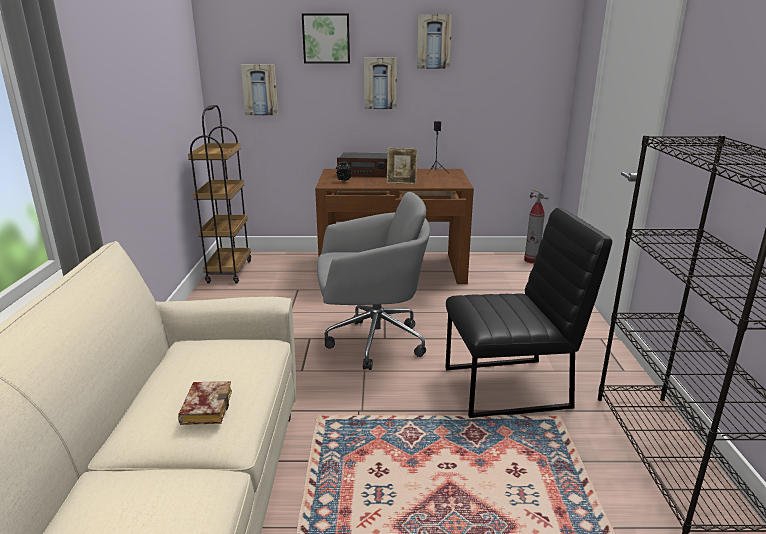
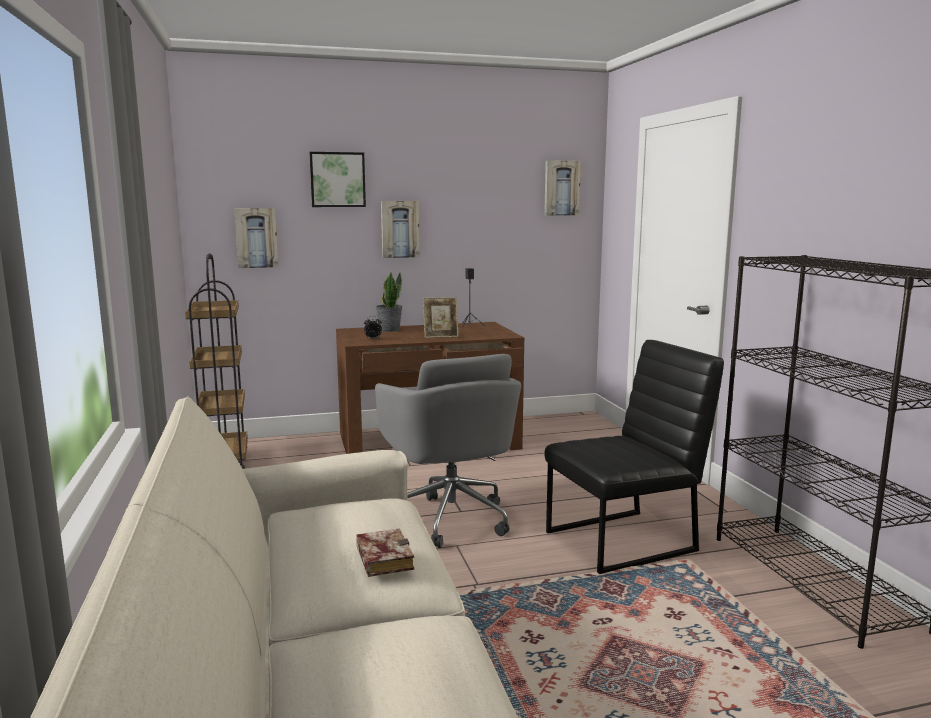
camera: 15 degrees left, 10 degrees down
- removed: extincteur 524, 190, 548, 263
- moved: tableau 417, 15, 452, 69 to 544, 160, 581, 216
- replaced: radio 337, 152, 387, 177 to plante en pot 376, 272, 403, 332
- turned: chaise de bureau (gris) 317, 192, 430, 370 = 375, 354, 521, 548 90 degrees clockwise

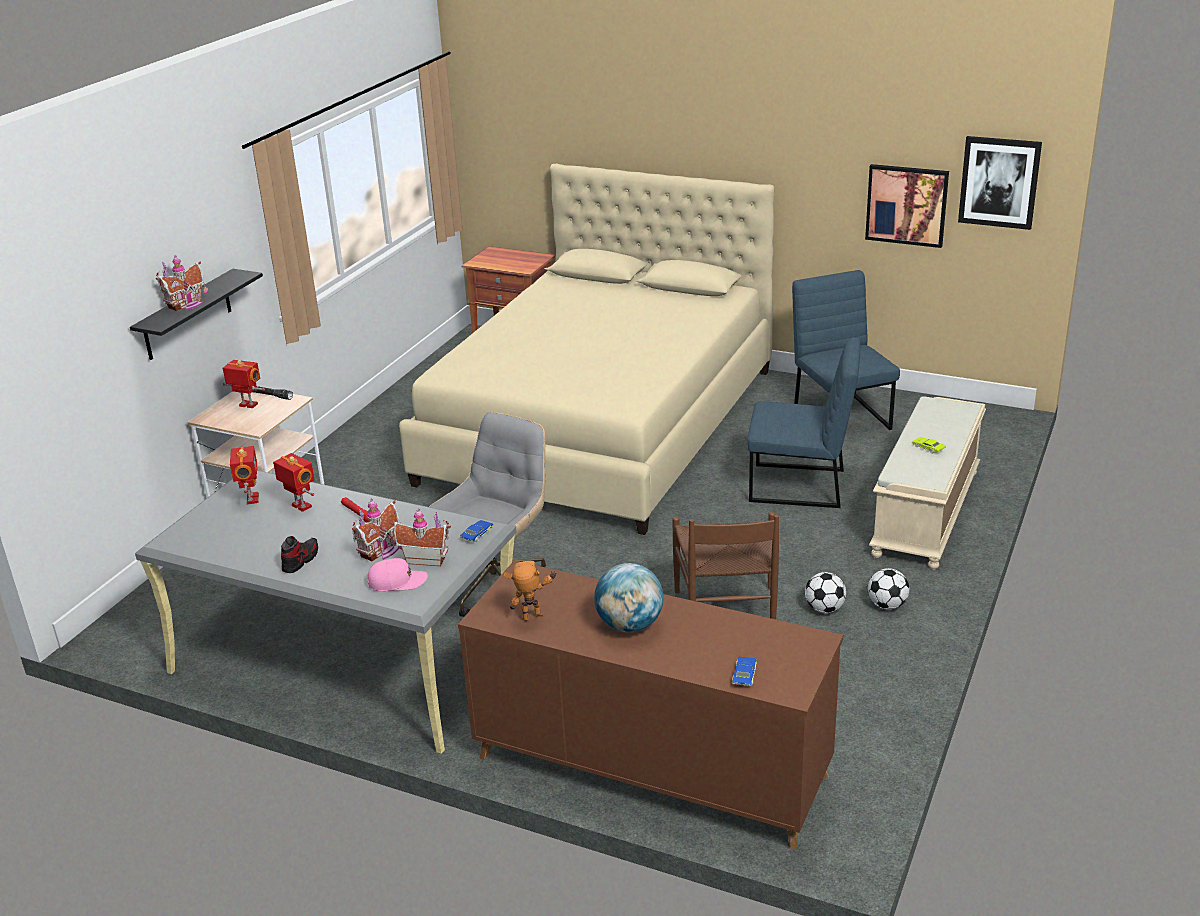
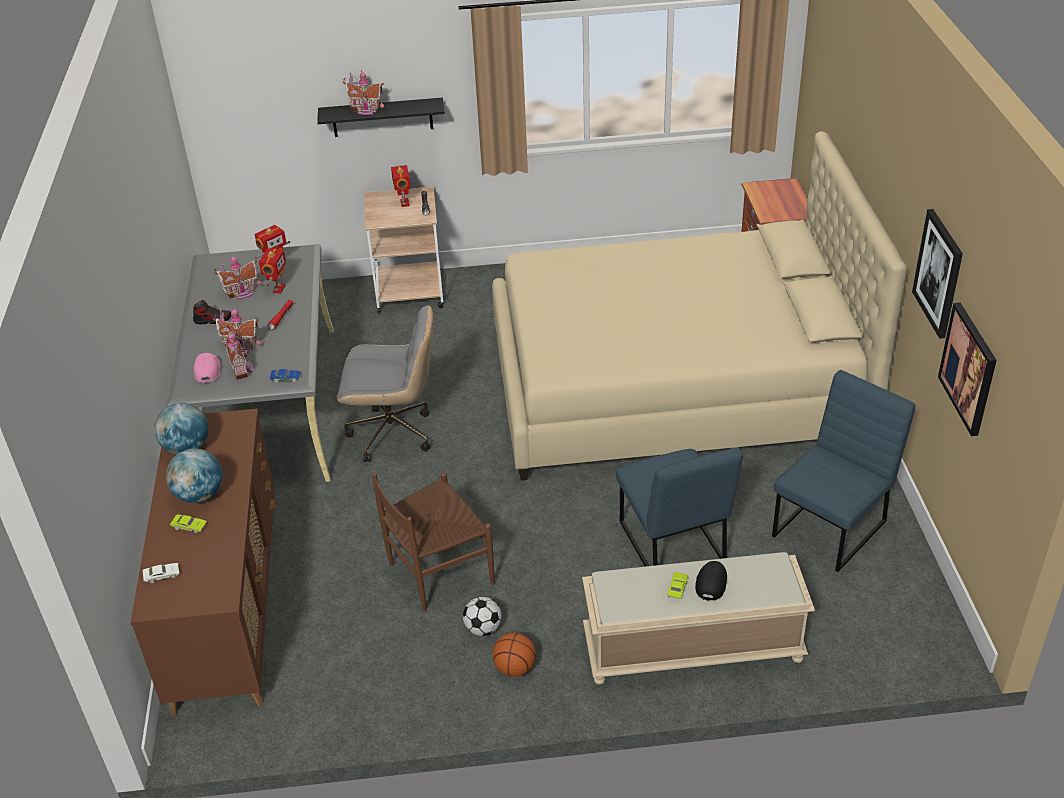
camera: 60 degrees right, 10 degrees up
- added: petite voiture (vert) 170, 514, 207, 533
- added: maison miniature 214, 256, 261, 300
- added: casquette (noir) 695, 561, 727, 601
- moved: tableau 958, 136, 1042, 230 to 912, 209, 963, 339
- replaced: robot jouet 504, 561, 557, 621 to globe 154, 403, 209, 455
- replaced: ballon de foot 868, 568, 909, 609 to ballon de basket 492, 632, 536, 677
- recoloured: petite voiture (bleu) 732, 657, 757, 686 to petite voiture (blanc) 143, 563, 180, 583
- turned: casquette (rose) 368, 558, 428, 591 = 193, 353, 221, 383 150 degrees counterclockwise

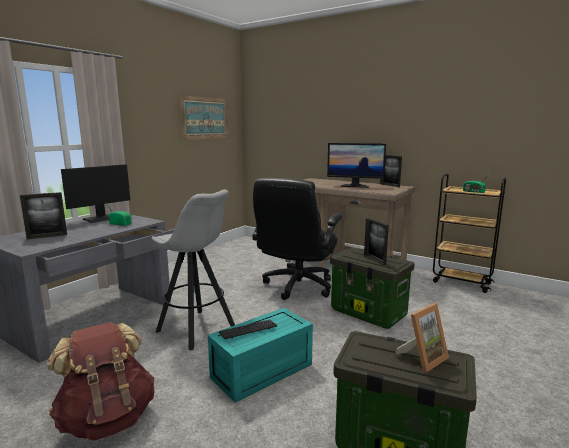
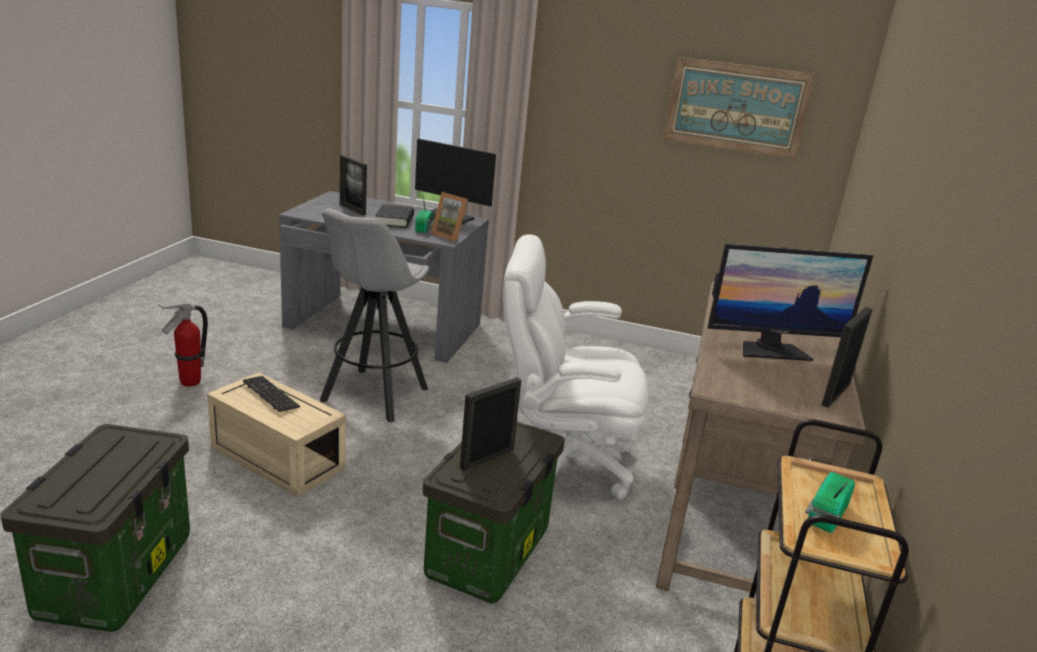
camera: 70 degrees right, 10 degrees up
- added: livre (noir) 375, 204, 414, 228
- moved: cadre photo 395, 303, 449, 372 to 431, 192, 468, 242
- replaced: sac à dos (marron) 47, 322, 155, 441 to extincteur 158, 301, 208, 387
- recoloured: boîte de rangement (turquoise) 208, 308, 313, 403 to boîte de rangement (beige) 207, 372, 346, 497
- recoloured: chaise de bureau (noir) 252, 178, 342, 300 to chaise de bureau (blanc) 503, 235, 649, 500
- turned: écran d'ordinateur 327, 143, 386, 188 = 708, 244, 873, 361 90 degrees counterclockwise

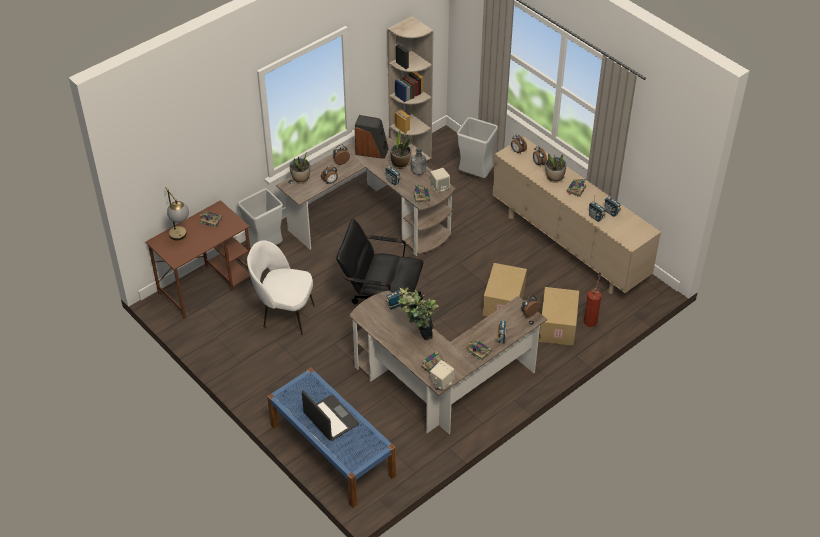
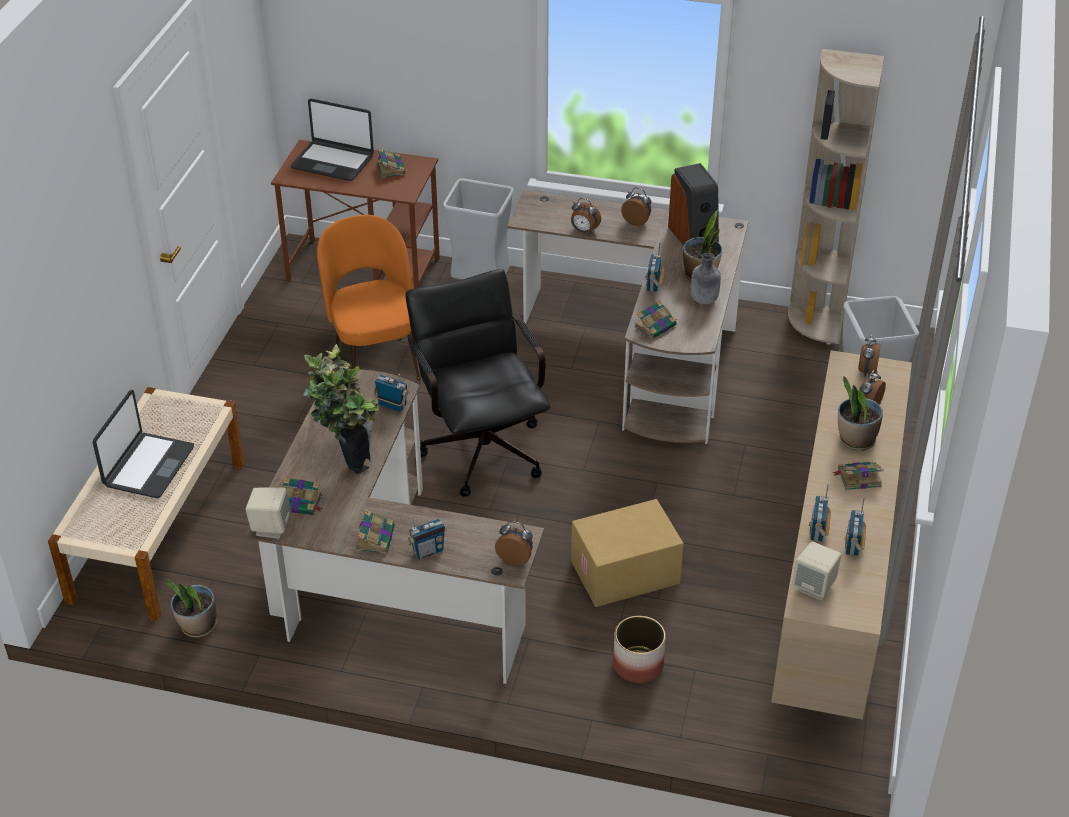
camera: 55 degrees right, 5 degrees down
- removed: extincteur 584, 272, 602, 327
- moved: plante en pot 289, 152, 310, 184 to 165, 579, 217, 638
- moved: enceinte (beige) 430, 168, 450, 193 to 792, 541, 842, 601
- replaced: lampe de table 165, 187, 189, 240 to ordinateur portable 291, 98, 374, 181
- replaced: carton 539, 287, 579, 346 to cache-pot 613, 616, 666, 683
- recoloured: chaise (blanc) 247, 240, 315, 335 to chaise (orange) 317, 215, 421, 380
- recoloured: banc (bleu) 267, 368, 396, 508 to banc (beige) 48, 387, 245, 621

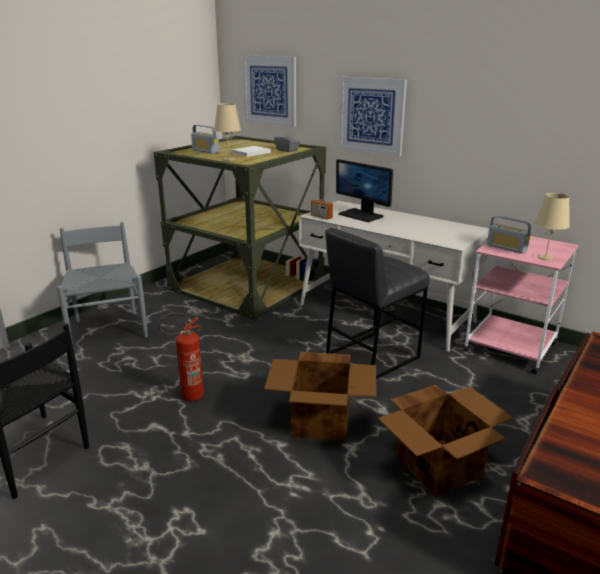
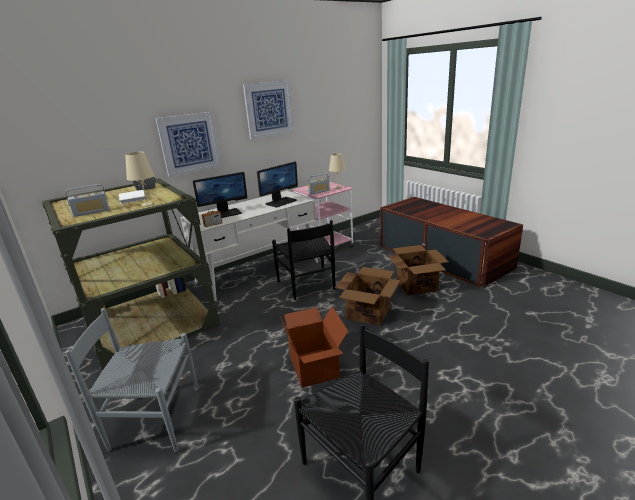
camera: 70 degrees left, 0 degrees up
- added: écran d'ordinateur 257, 162, 298, 207
- moved: tableau 242, 55, 296, 127 to 243, 80, 294, 139
- replaced: extincteur 158, 312, 204, 401 to carton 280, 307, 348, 388
- replaced: tabouret (gris) 325, 228, 430, 379 to chaise (noir) 272, 220, 335, 300

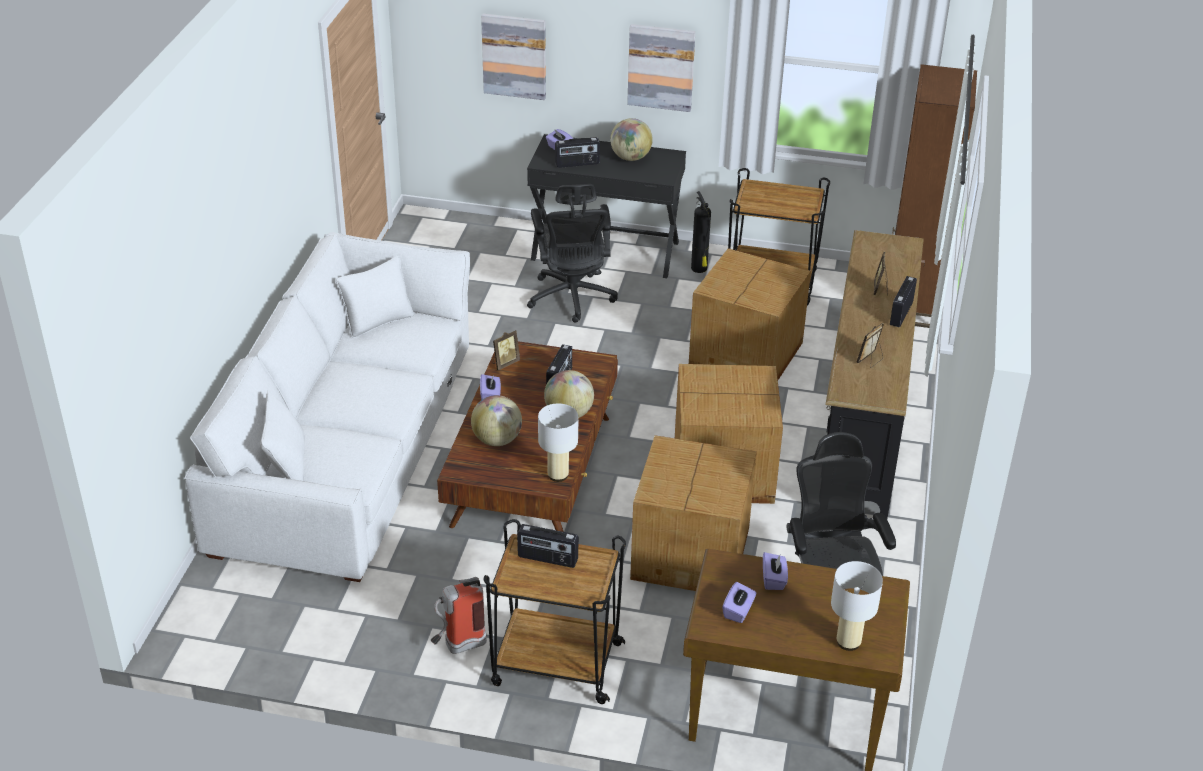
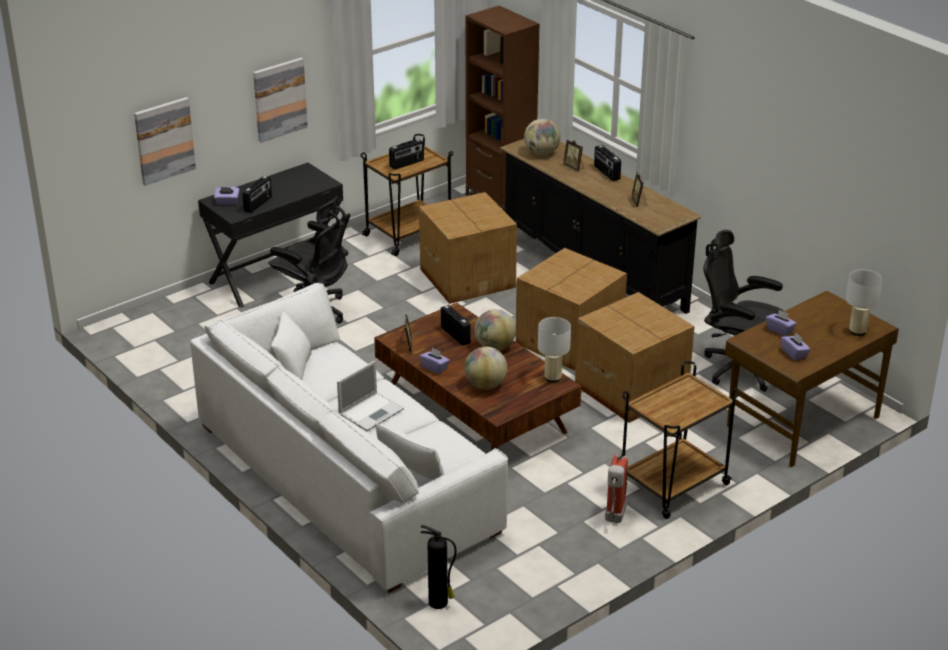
camera: 50 degrees left, 5 degrees down
- added: ordinateur portable 337, 361, 404, 431
- moved: radio 517, 524, 578, 568 to 389, 139, 424, 170
- moved: globe 610, 118, 653, 161 to 524, 119, 561, 155
- moved: extincteur 691, 191, 711, 273 to 420, 525, 456, 609

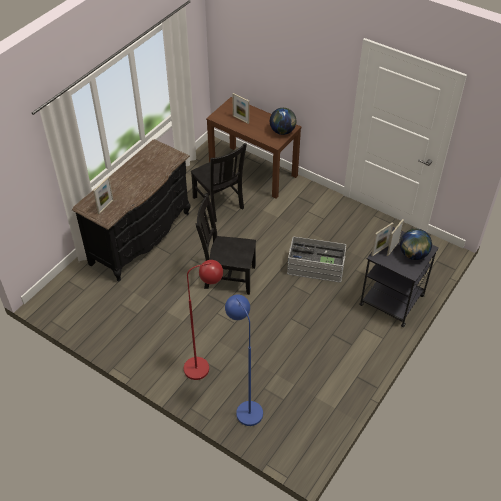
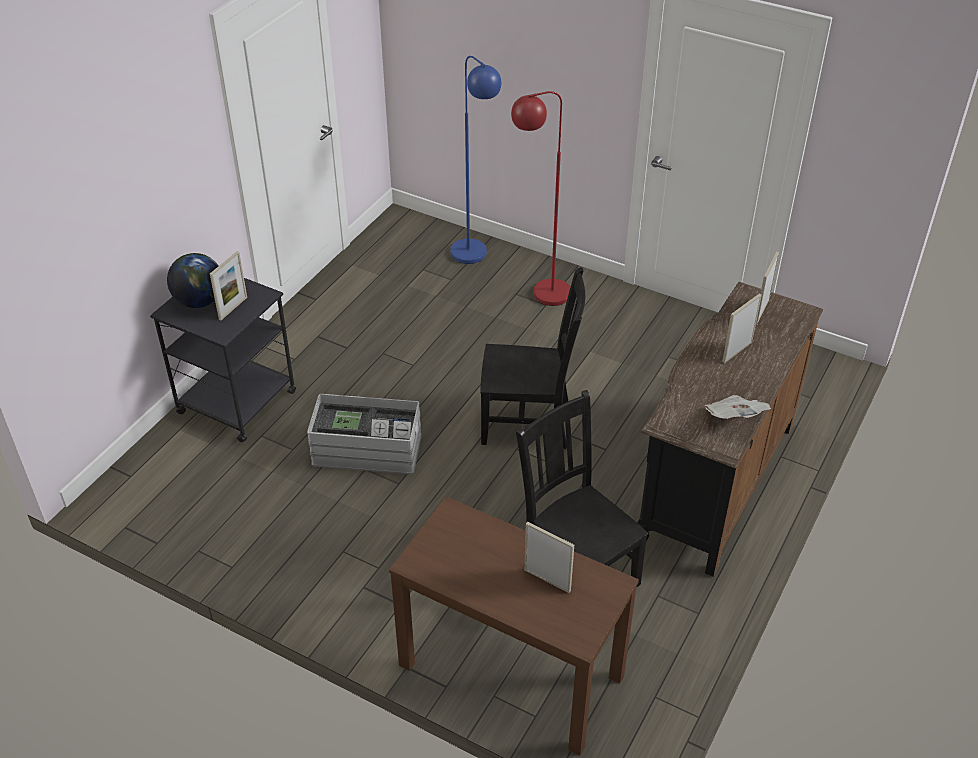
camera: 175 degrees right, 5 degrees down
- removed: globe 270, 108, 296, 135
- added: journal 704, 395, 771, 419
- moved: cadre photo 371, 222, 393, 257 to 722, 294, 762, 363

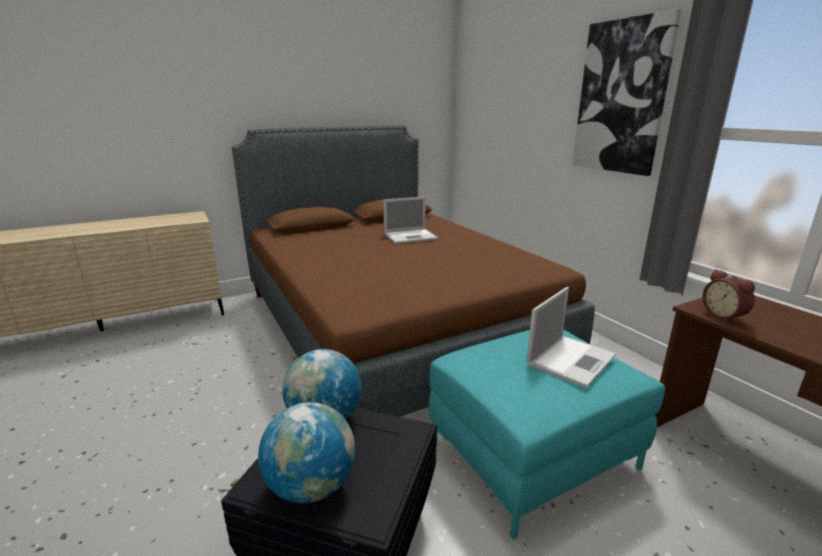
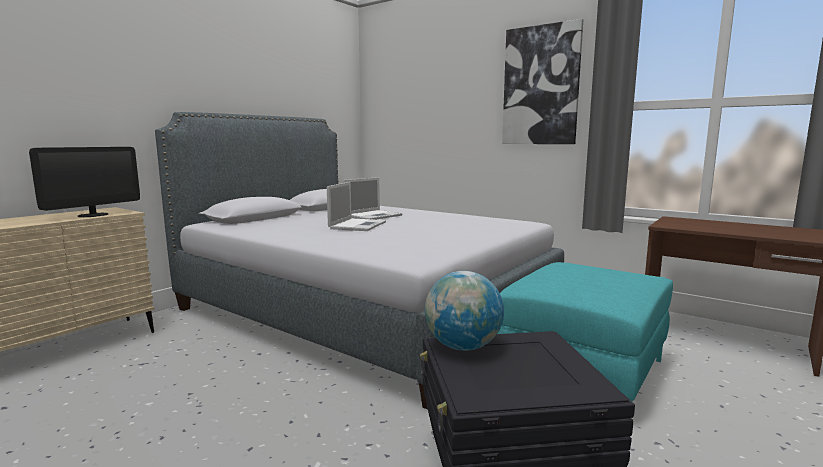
camera: 25 degrees left, 10 degrees down
- removed: globe 258, 402, 355, 503
- removed: réveil 702, 269, 755, 323
- added: écran d'ordinateur 29, 147, 140, 217
- moved: ordinateur portable 527, 287, 616, 388 to 327, 182, 386, 231
- recoloured: lit (marron) 232, 125, 595, 417 to lit (gris) 155, 112, 564, 409

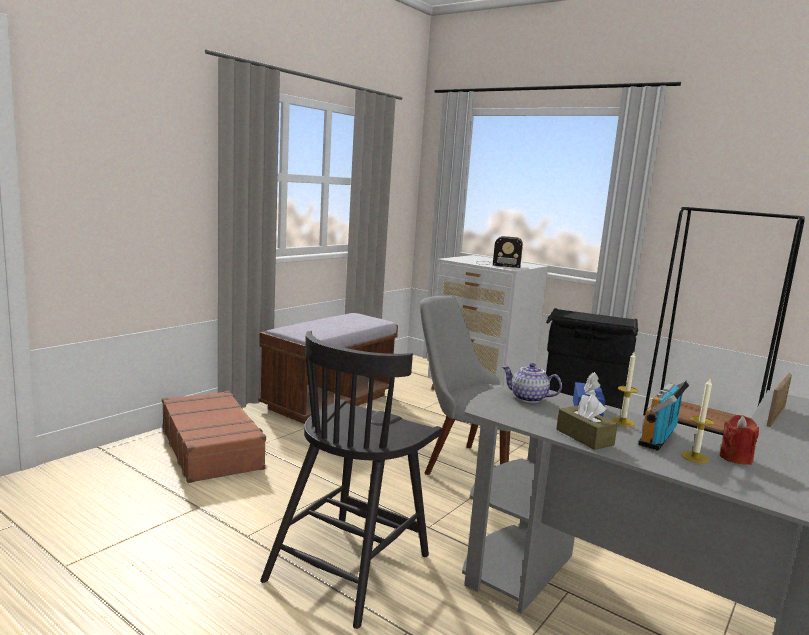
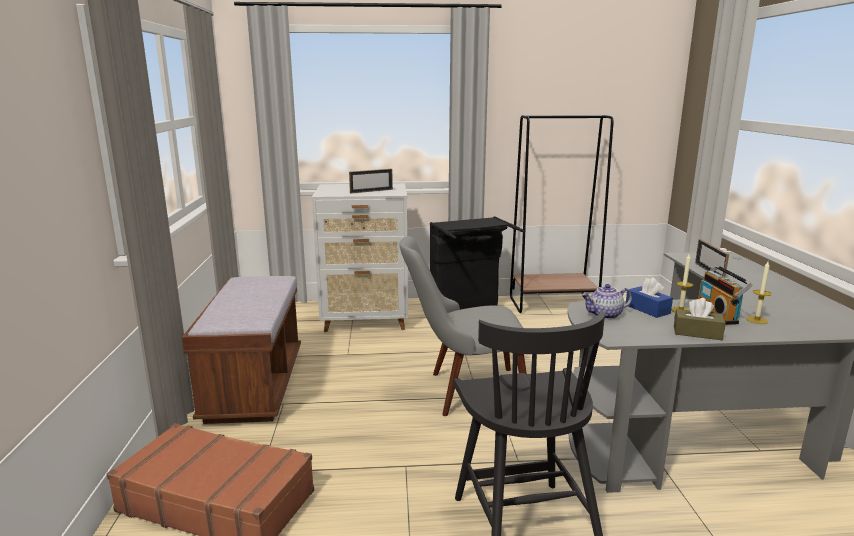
camera: 40 degrees left, 5 degrees up
- removed: bougie (rouge) 720, 415, 759, 465
- replaced: radio 477, 236, 523, 268 to cadre photo 349, 169, 393, 194

